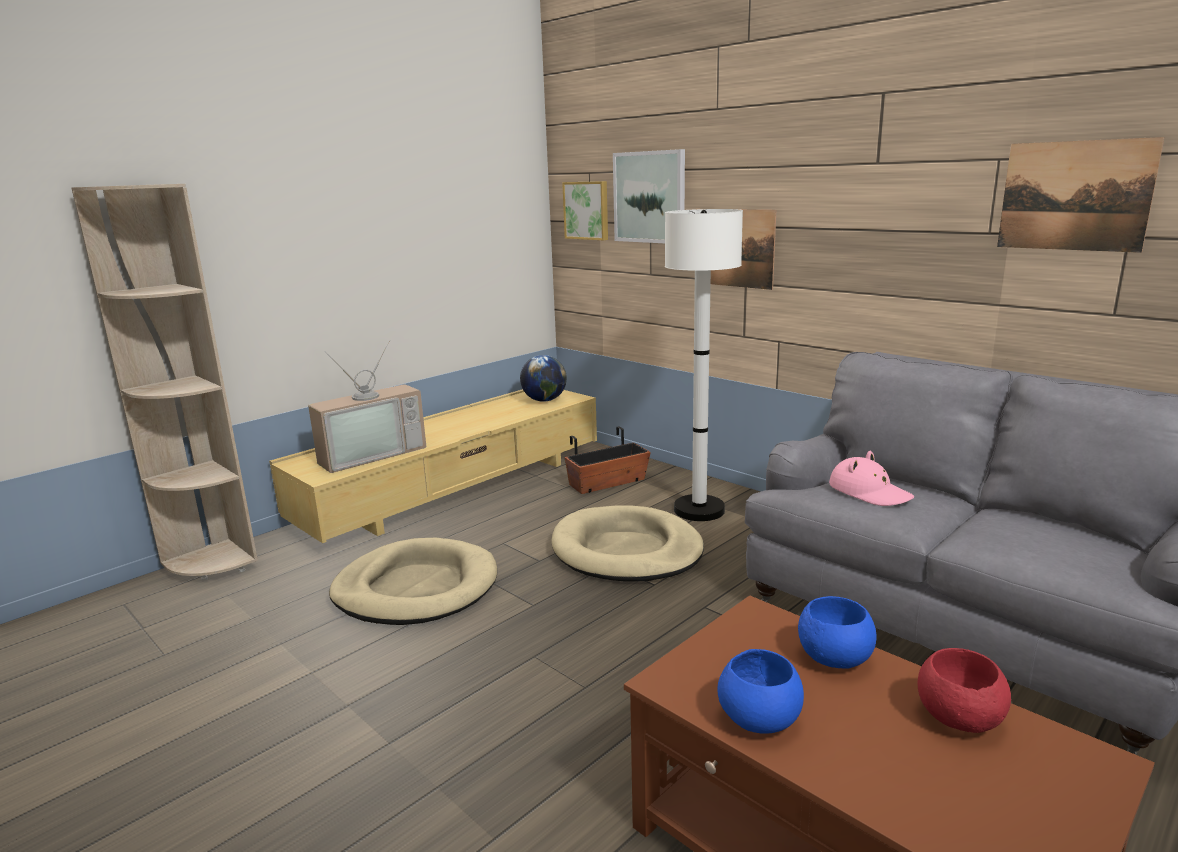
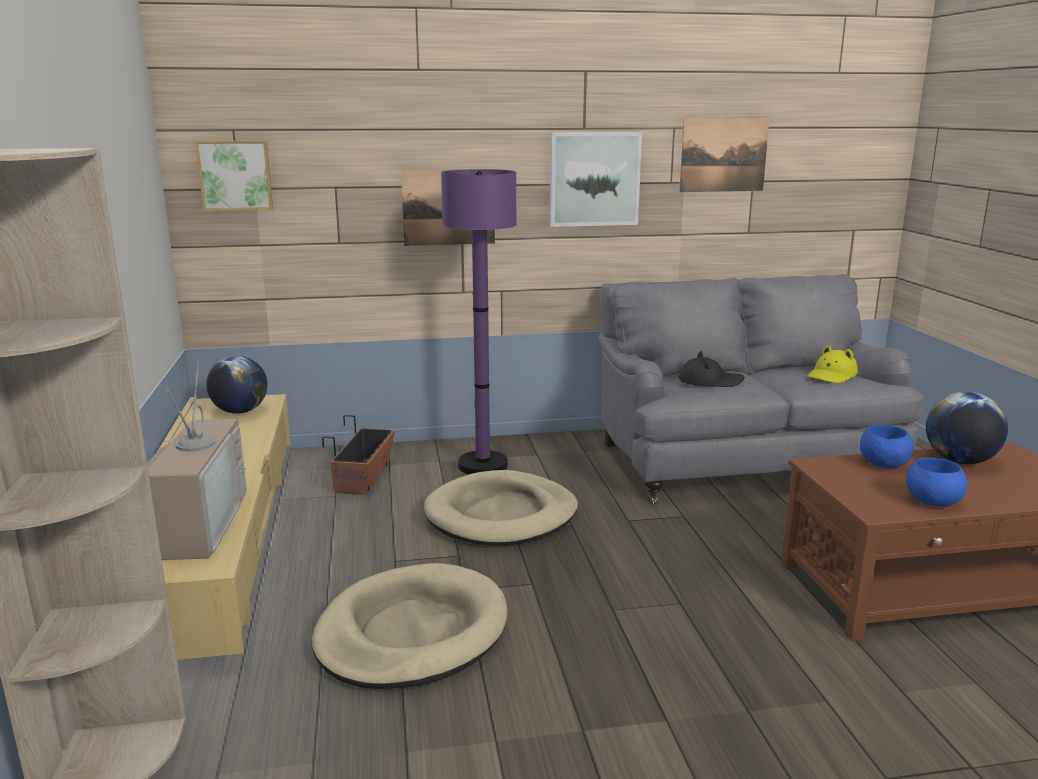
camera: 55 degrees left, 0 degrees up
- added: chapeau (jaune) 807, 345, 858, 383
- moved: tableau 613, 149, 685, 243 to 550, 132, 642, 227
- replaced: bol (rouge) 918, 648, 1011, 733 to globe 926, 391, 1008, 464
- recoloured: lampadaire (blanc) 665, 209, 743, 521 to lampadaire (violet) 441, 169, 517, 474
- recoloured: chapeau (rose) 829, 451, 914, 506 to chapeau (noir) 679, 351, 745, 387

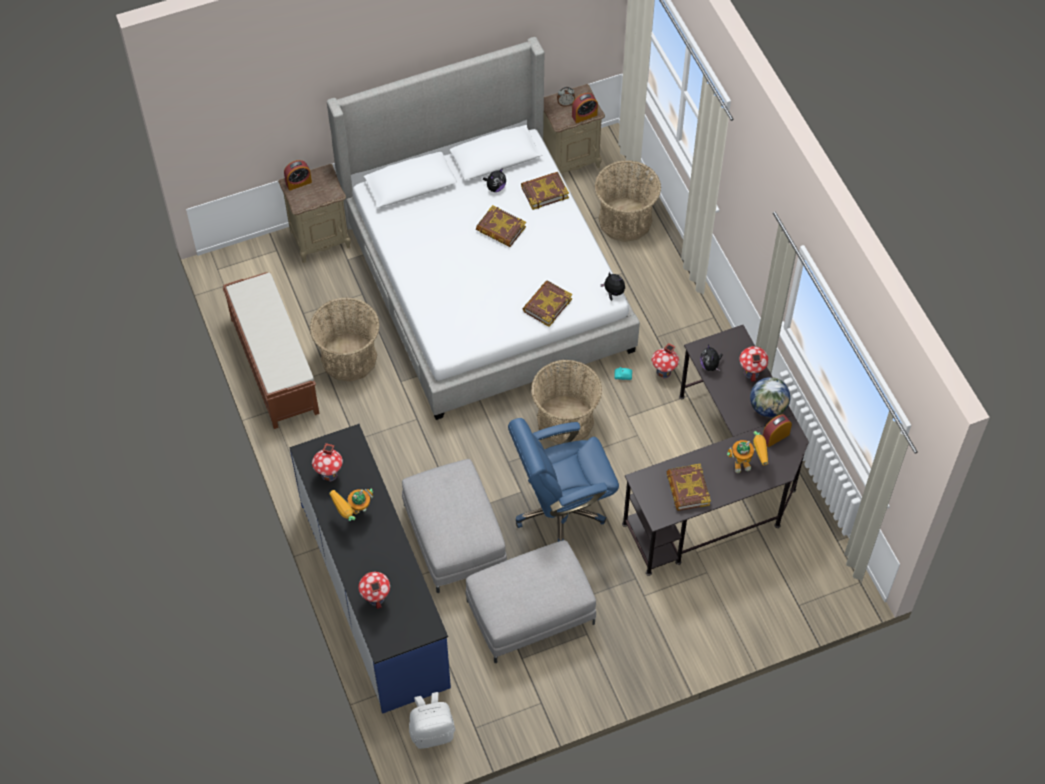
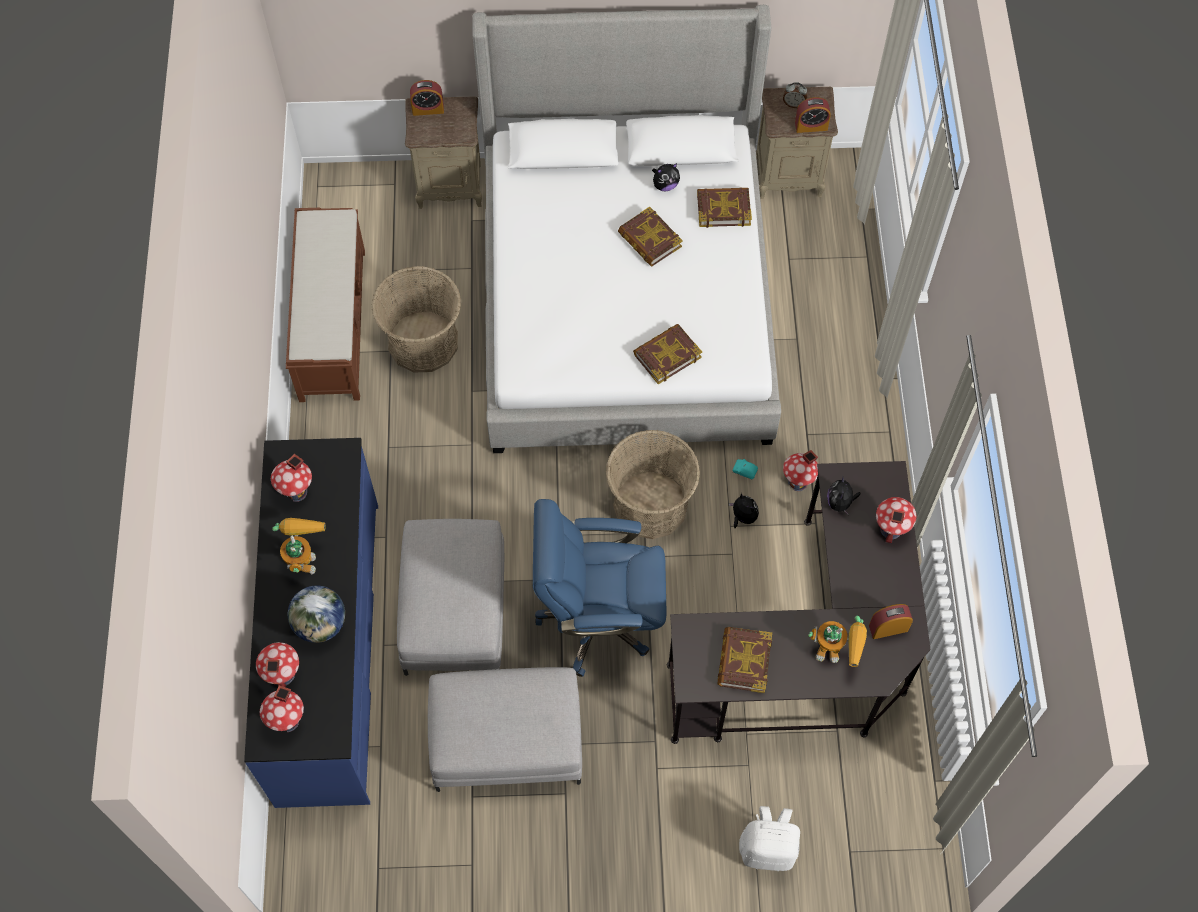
camera: 20 degrees right, 5 degrees up
- removed: panier 595, 160, 661, 242
- added: maison miniature 260, 686, 304, 732
- moved: sac à dos (blanc) 409, 692, 455, 749 to 739, 806, 800, 871
- moved: peluche 601, 272, 625, 301 to 729, 493, 759, 528
- moved: globe 750, 377, 790, 417 to 288, 585, 345, 643
- turned: robot jouet 329, 489, 373, 521 = 272, 518, 325, 574 105 degrees clockwise

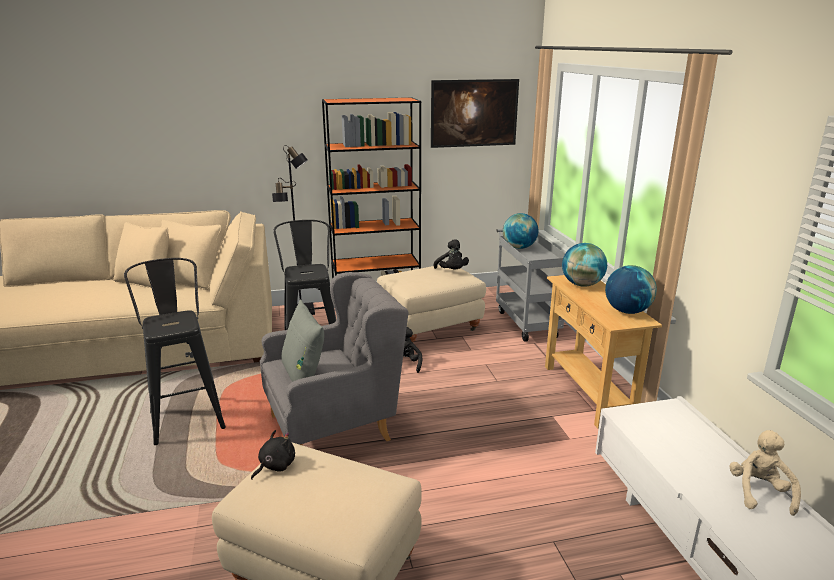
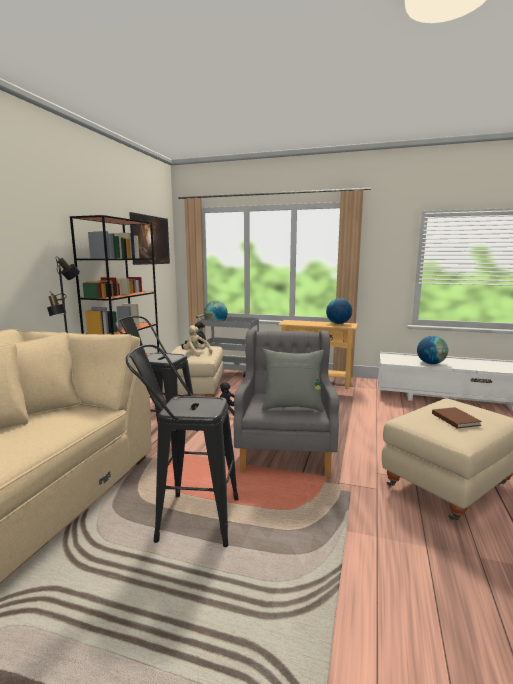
camera: 60 degrees left, 10 degrees down
- removed: peluche (noir) 251, 430, 295, 480
- added: livre (marron) 432, 407, 482, 429
- moved: globe 562, 243, 607, 287 to 417, 336, 448, 364
- moved: peluche (beige) 729, 430, 801, 516 to 183, 325, 212, 357

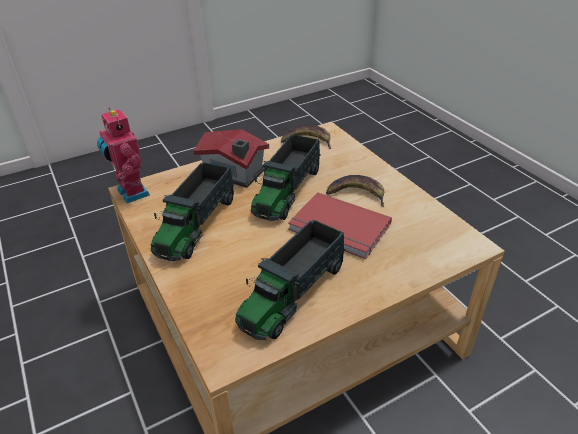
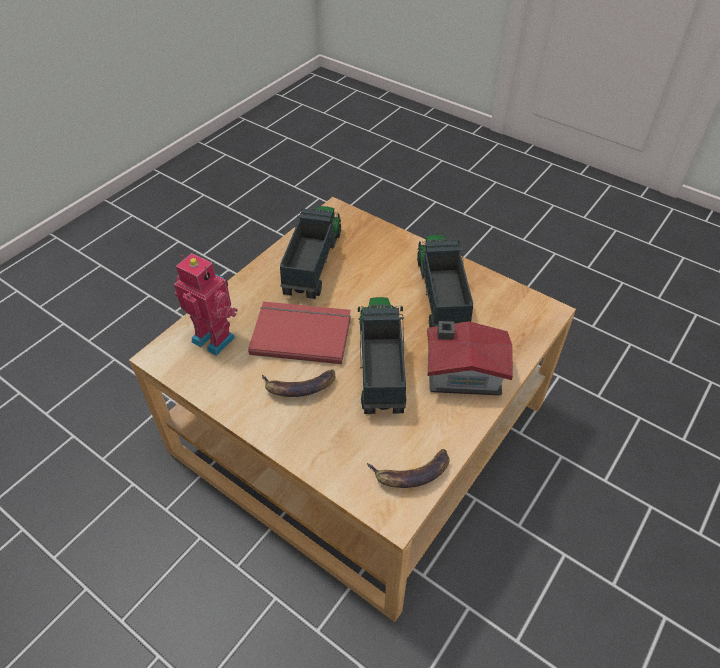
camera: 155 degrees right, 10 degrees up
- moved: robot jouet 97, 107, 150, 203 to 174, 253, 238, 356

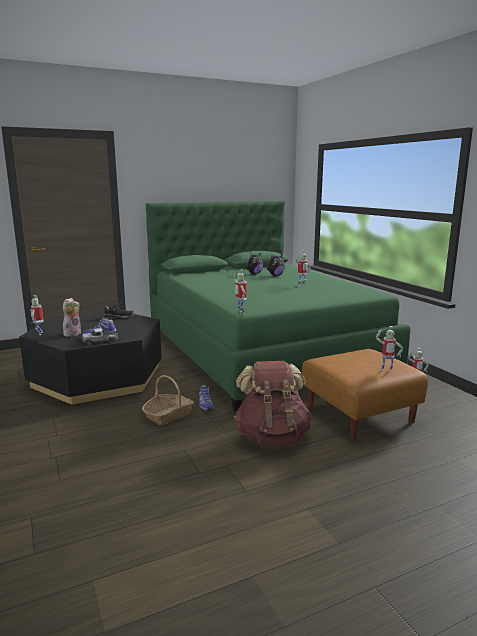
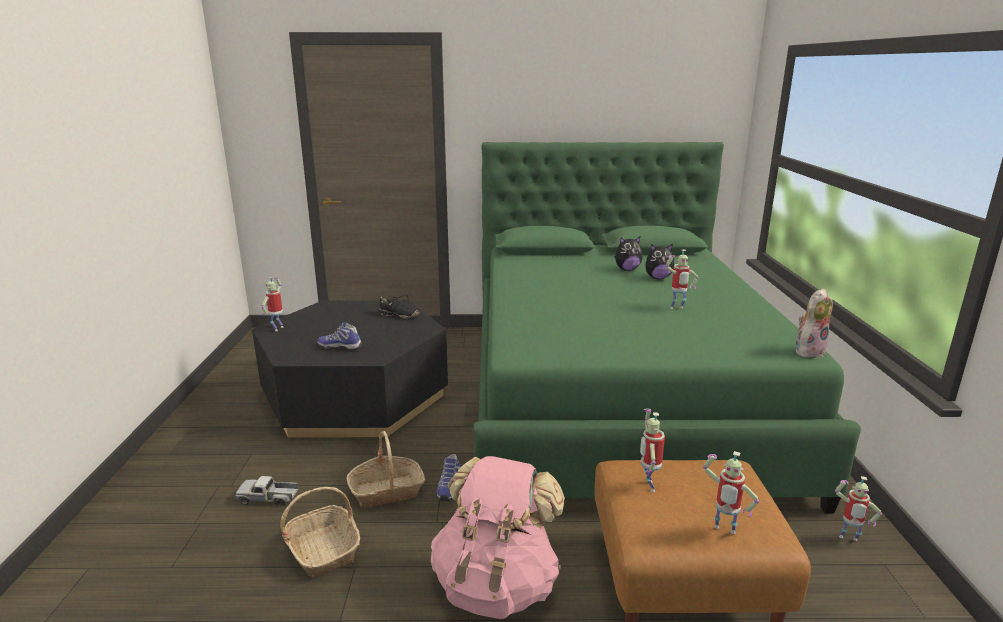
camera: 25 degrees right, 5 degrees up
- added: panier 280, 487, 360, 578
- moved: peluche 63, 298, 81, 337 to 795, 289, 833, 358
- moved: camion jouet 82, 328, 119, 345 to 235, 476, 298, 506
- moved: robot jouet 234, 270, 247, 314 to 640, 409, 665, 492
- recoloured: sac à dos (marron) 234, 361, 312, 446 to sac à dos (rose) 431, 456, 565, 619

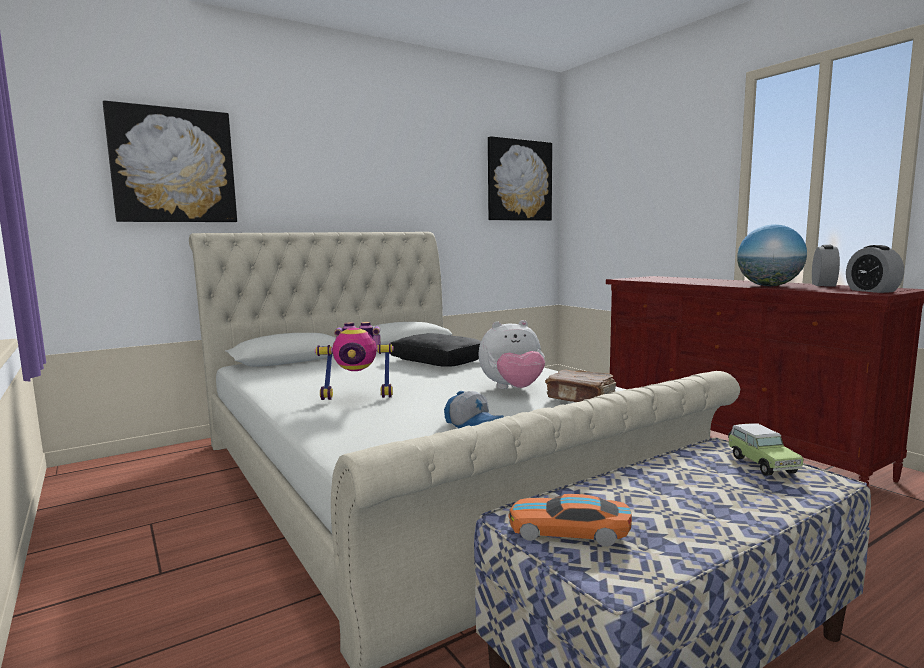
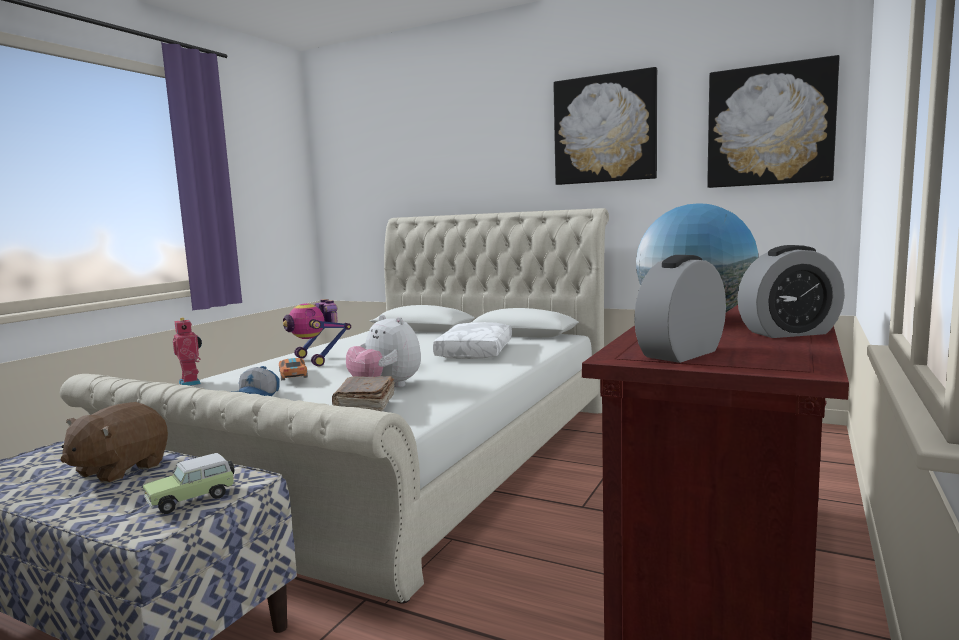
camera: 60 degrees right, 0 degrees up
- added: peluche (marron) 61, 402, 168, 484
- added: robot jouet 173, 318, 202, 386
- moved: tableau 103, 101, 237, 222 to 553, 67, 657, 185
- moved: petite voiture 508, 494, 632, 547 to 279, 358, 308, 380
- recoloured: coussin (noir) 390, 333, 481, 367 to coussin (blanc) 433, 322, 512, 359

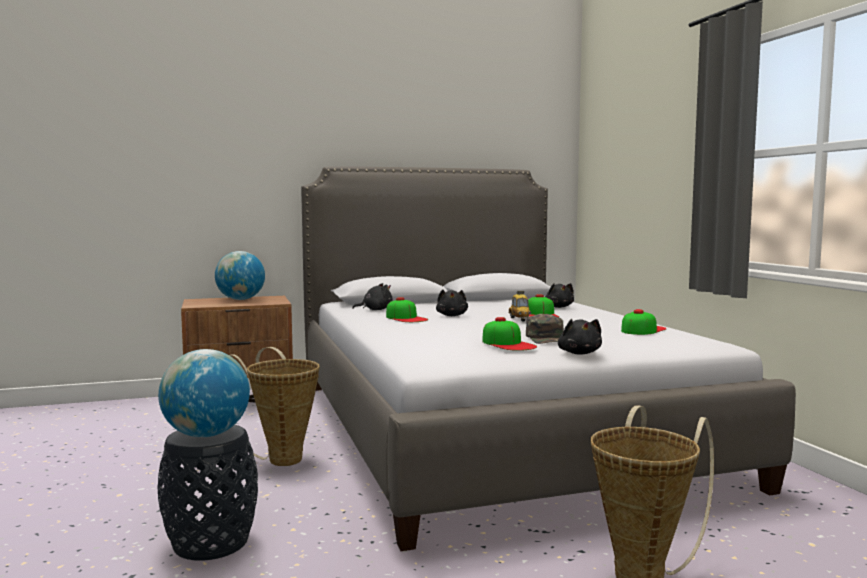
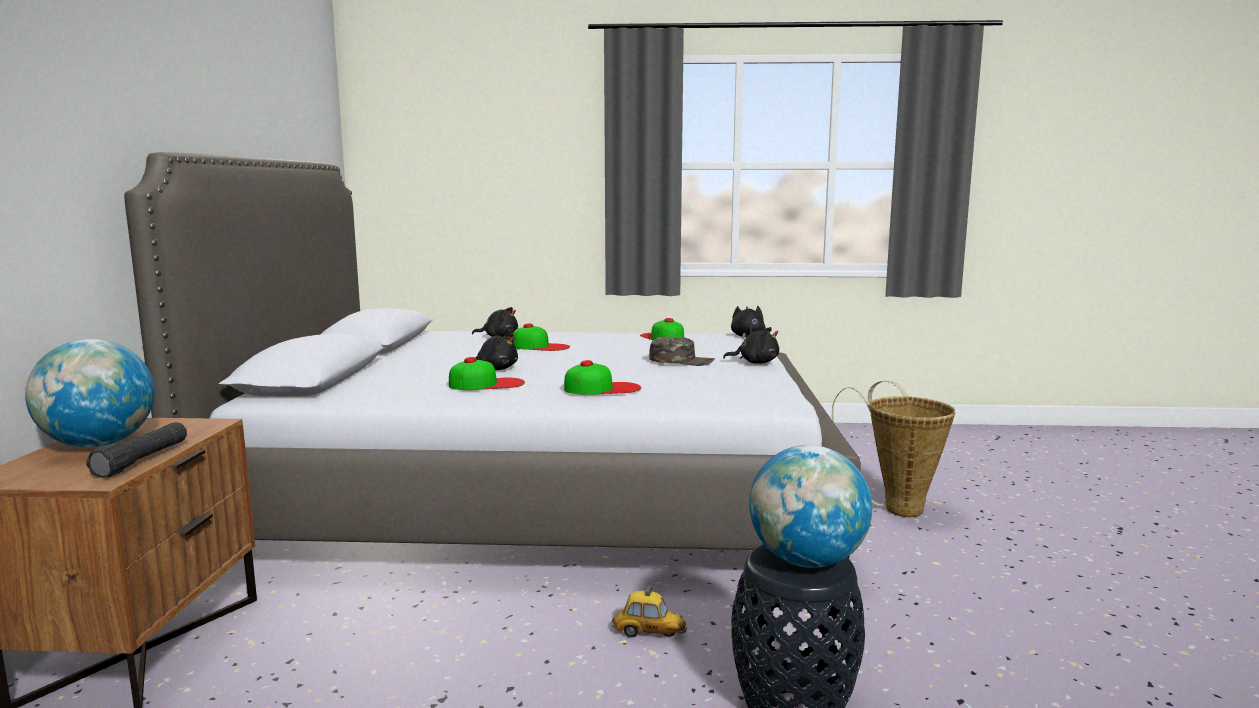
camera: 70 degrees left, 5 degrees up
- removed: panier 229, 347, 320, 466
- added: lampe de poche (noir) 86, 422, 187, 478
- moved: peluche (noir) 352, 283, 392, 310 to 731, 306, 766, 338
- moved: casquette 482, 317, 537, 351 to 564, 360, 641, 395
- moved: petite voiture 509, 291, 531, 322 to 612, 585, 687, 638

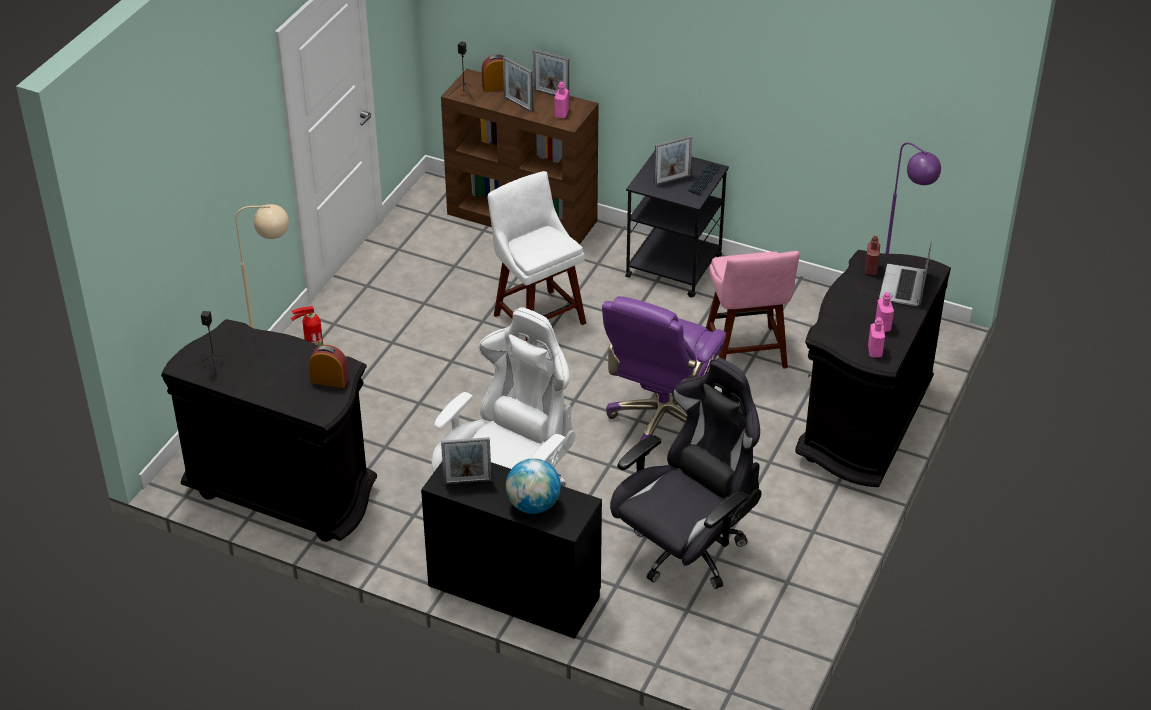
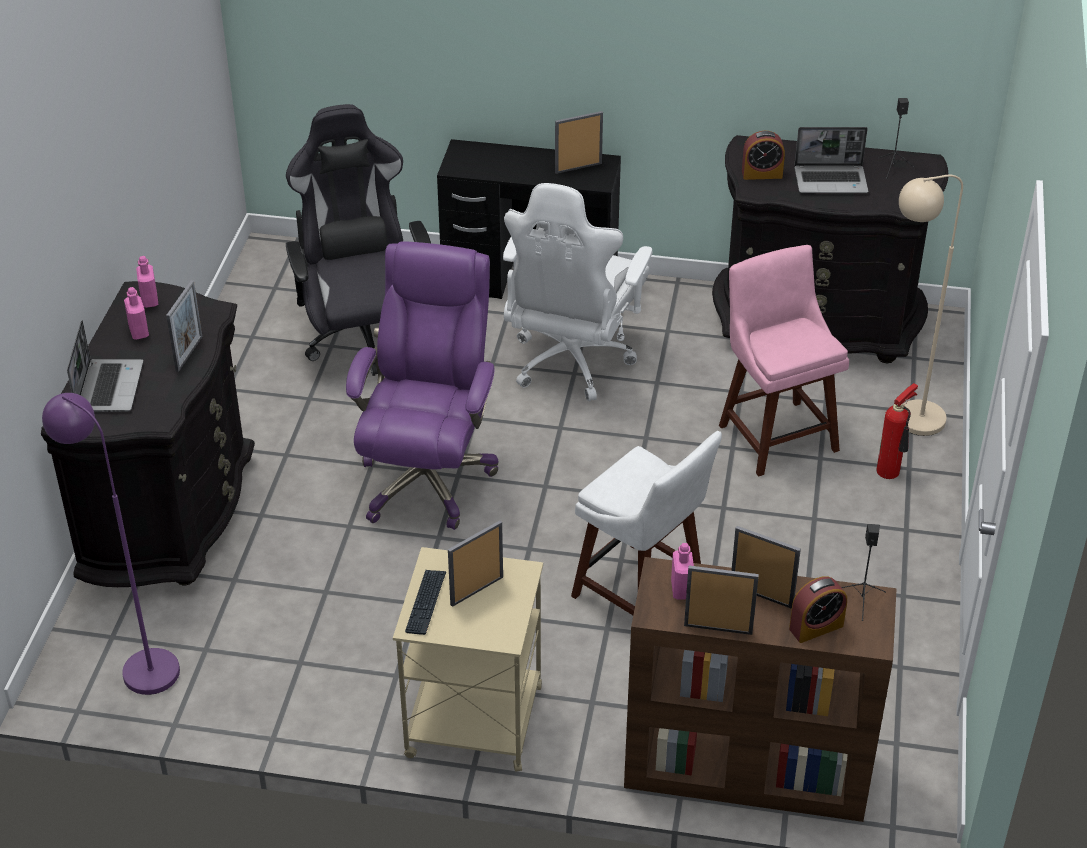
camera: 165 degrees right, 0 degrees up
- removed: globe 506, 458, 561, 514
- removed: bouteille (rouge) 864, 236, 880, 275
- added: cadre photo 166, 280, 203, 372
- added: ordinateur portable 794, 127, 868, 193
- moved: chaise (rose) 706, 251, 800, 369 to 719, 245, 849, 477
- recoloured: chariot (noir) 625, 151, 729, 298 to chariot (beige) 393, 547, 543, 772
- turned: chaise de bureau (noir) 610, 358, 762, 589 = 286, 104, 431, 376 135 degrees clockwise

